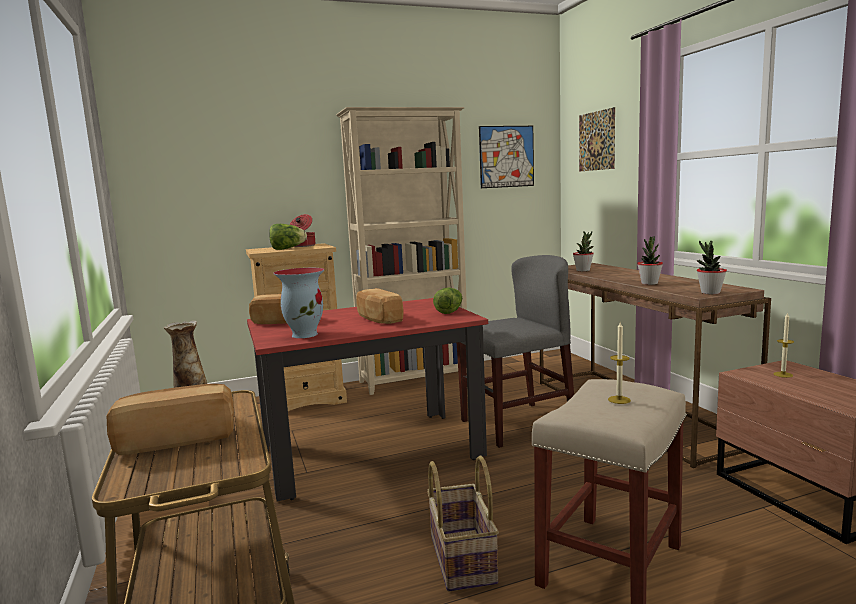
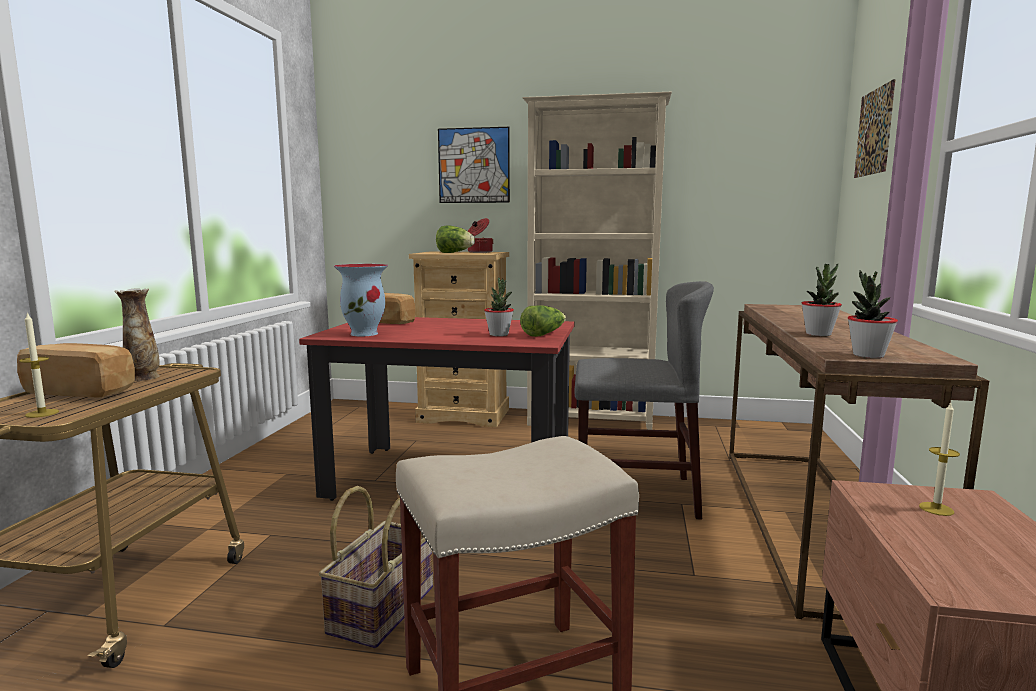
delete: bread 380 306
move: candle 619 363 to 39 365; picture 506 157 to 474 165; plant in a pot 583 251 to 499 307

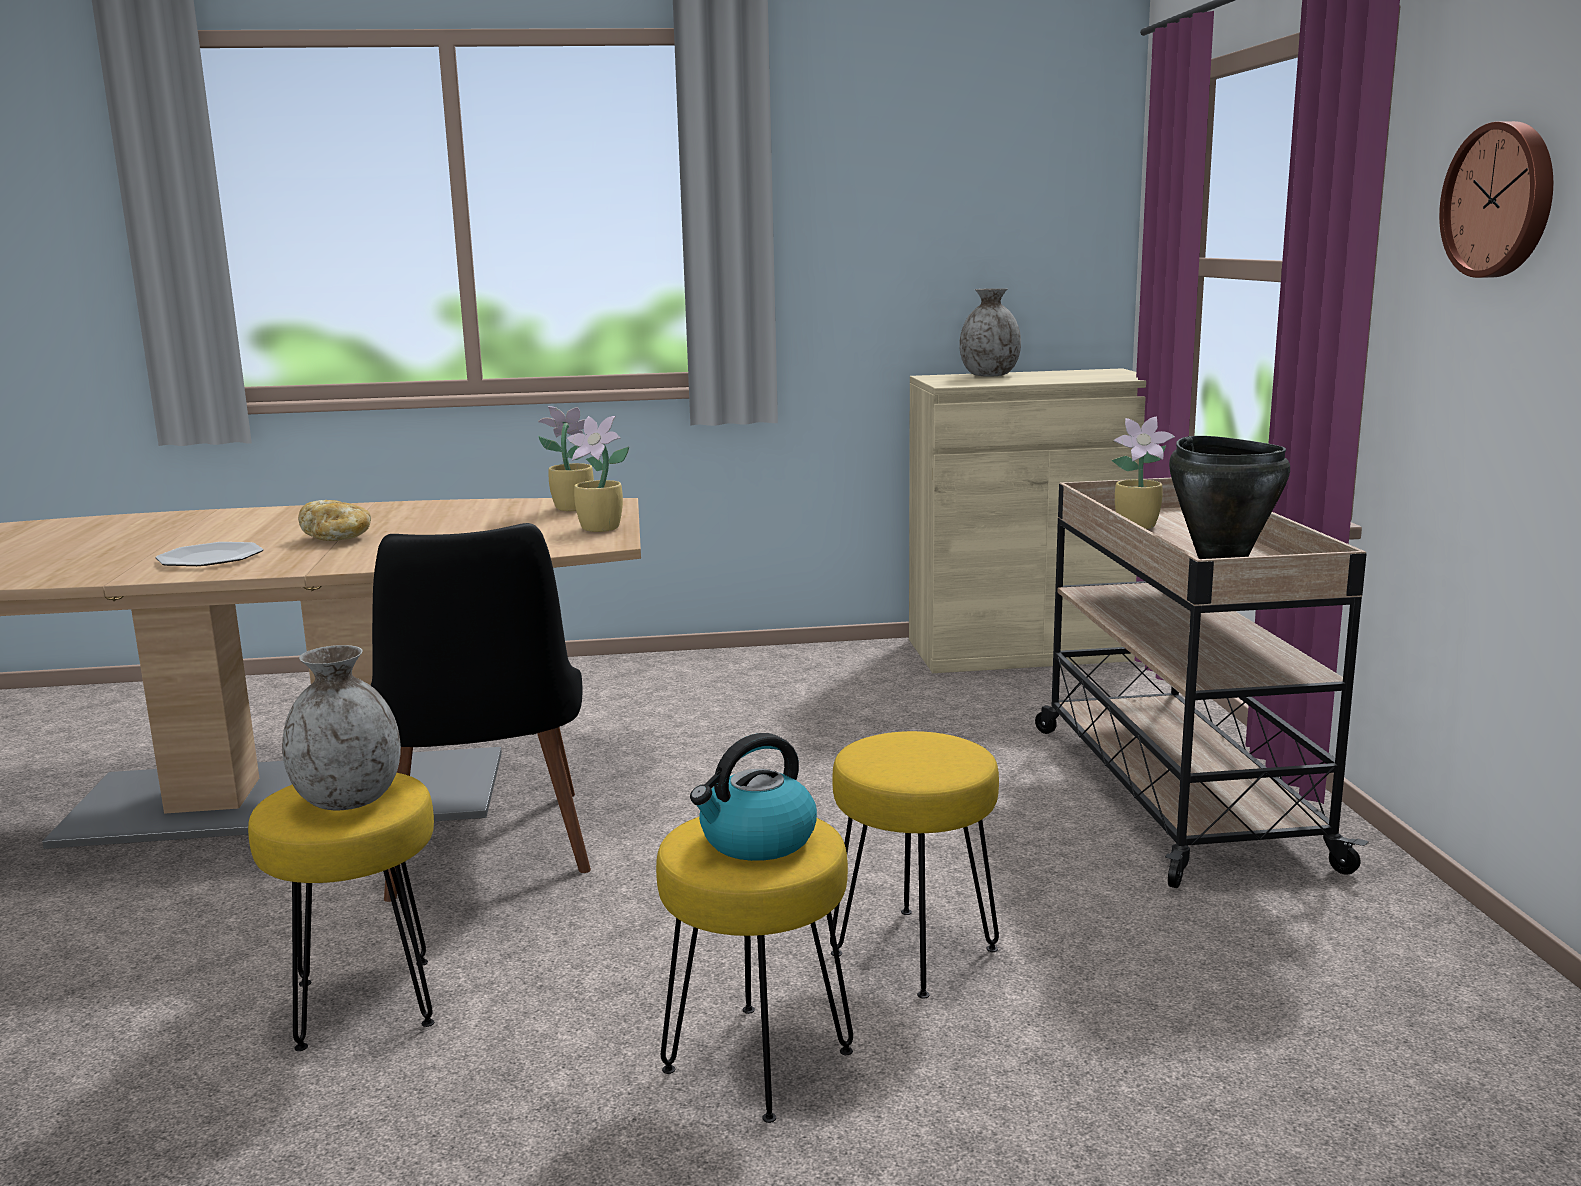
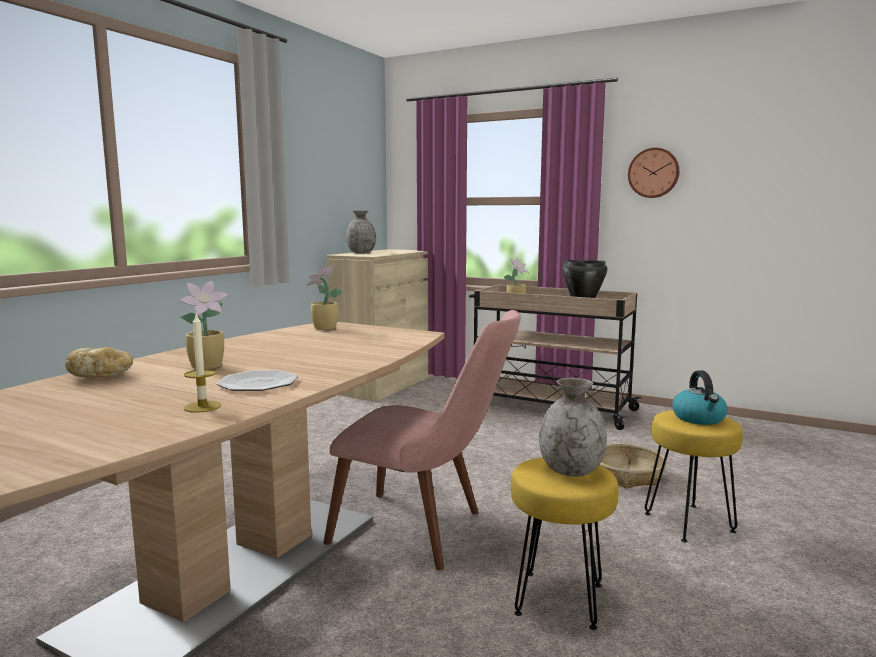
insert: candle 202 363
move: bread 334 520 to 99 362; plant in a pot 598 474 to 204 325
replace: sitting stool (yellowish) 914 865 to storage basket 633 466
recolor: upright chair (blackish) 480 712 to upright chair (pinkish) 422 440

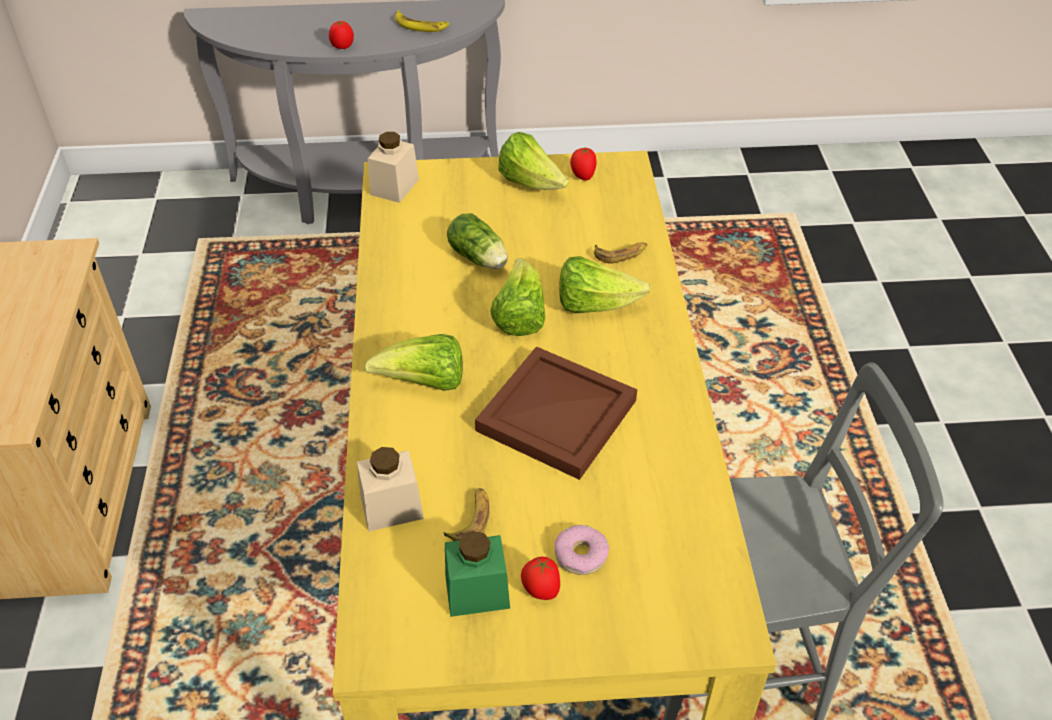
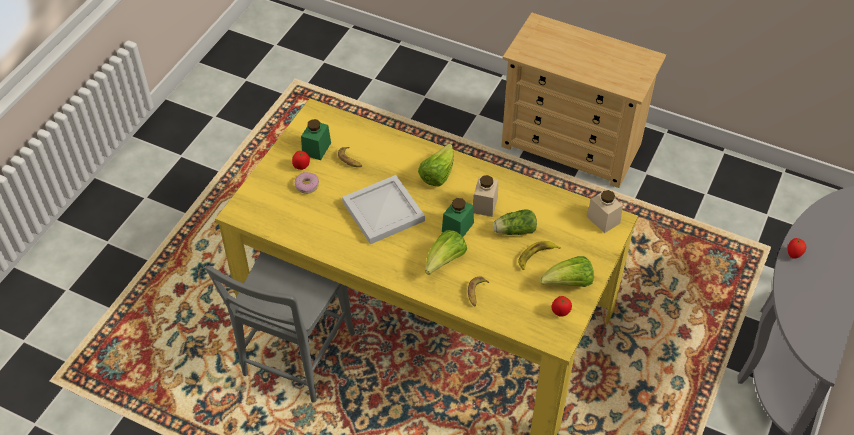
move: preserve jar (sand-coloured) 390 489 to 485 196; banana fruit 422 21 to 539 255
replace: lettuce head 518 297 to preserve jar (green-coloured) 458 217
recolor: tray (brownish) 556 413 to tray (white-coloured) 383 209

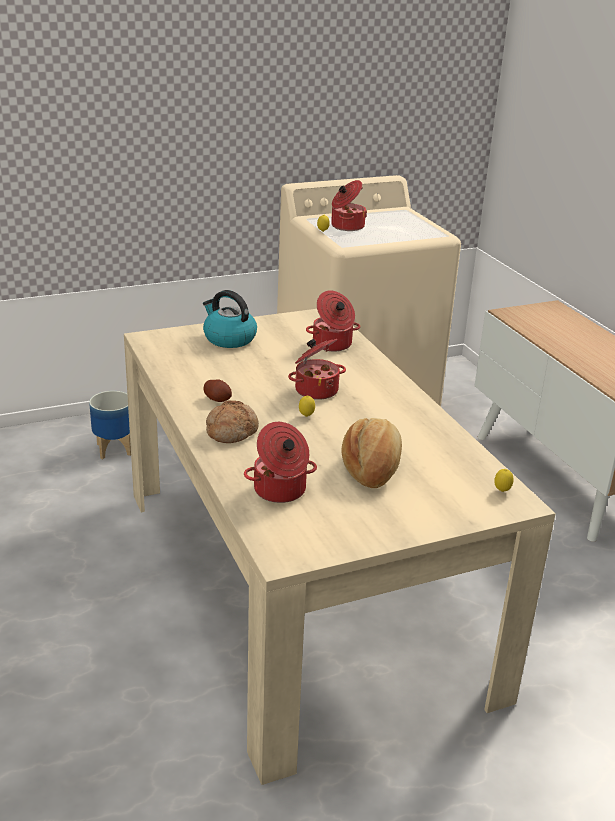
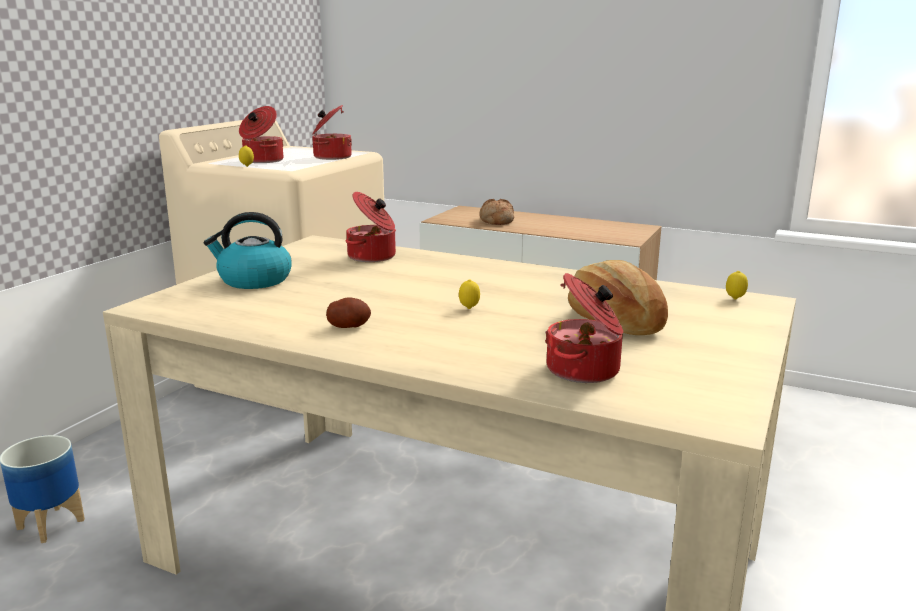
move: saucepot 317 369 to 332 132; bread 232 421 to 496 212

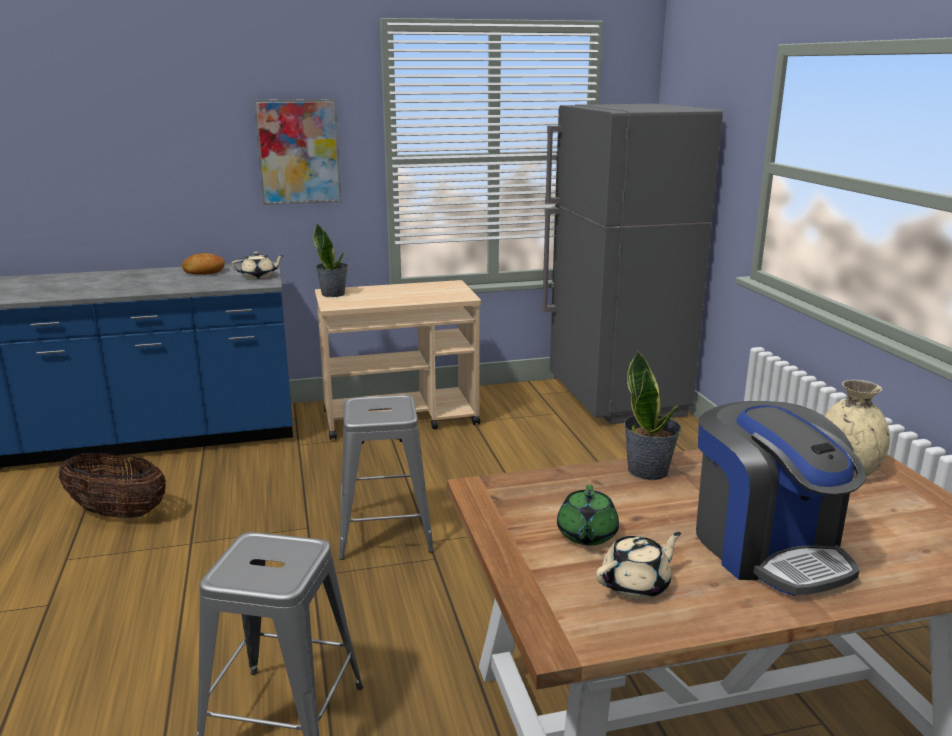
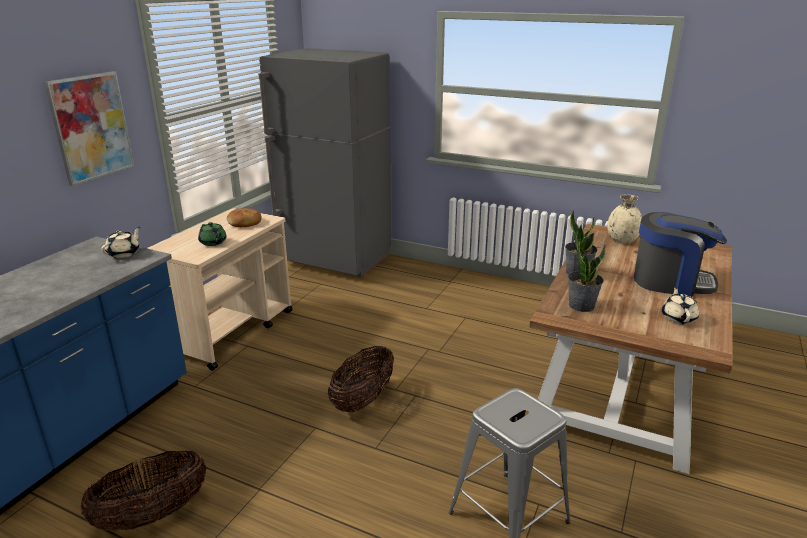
move: pot for tea (green-coloured) 588 515 to 212 234; bread 203 264 to 244 217; plant in a pot 330 260 to 587 275
replace: sitting stool (grey) 386 477 to storage basket 361 379

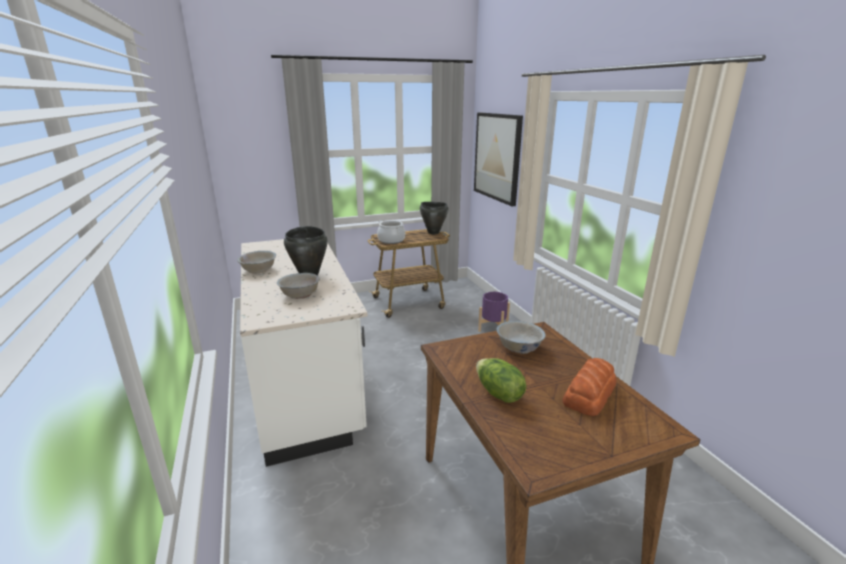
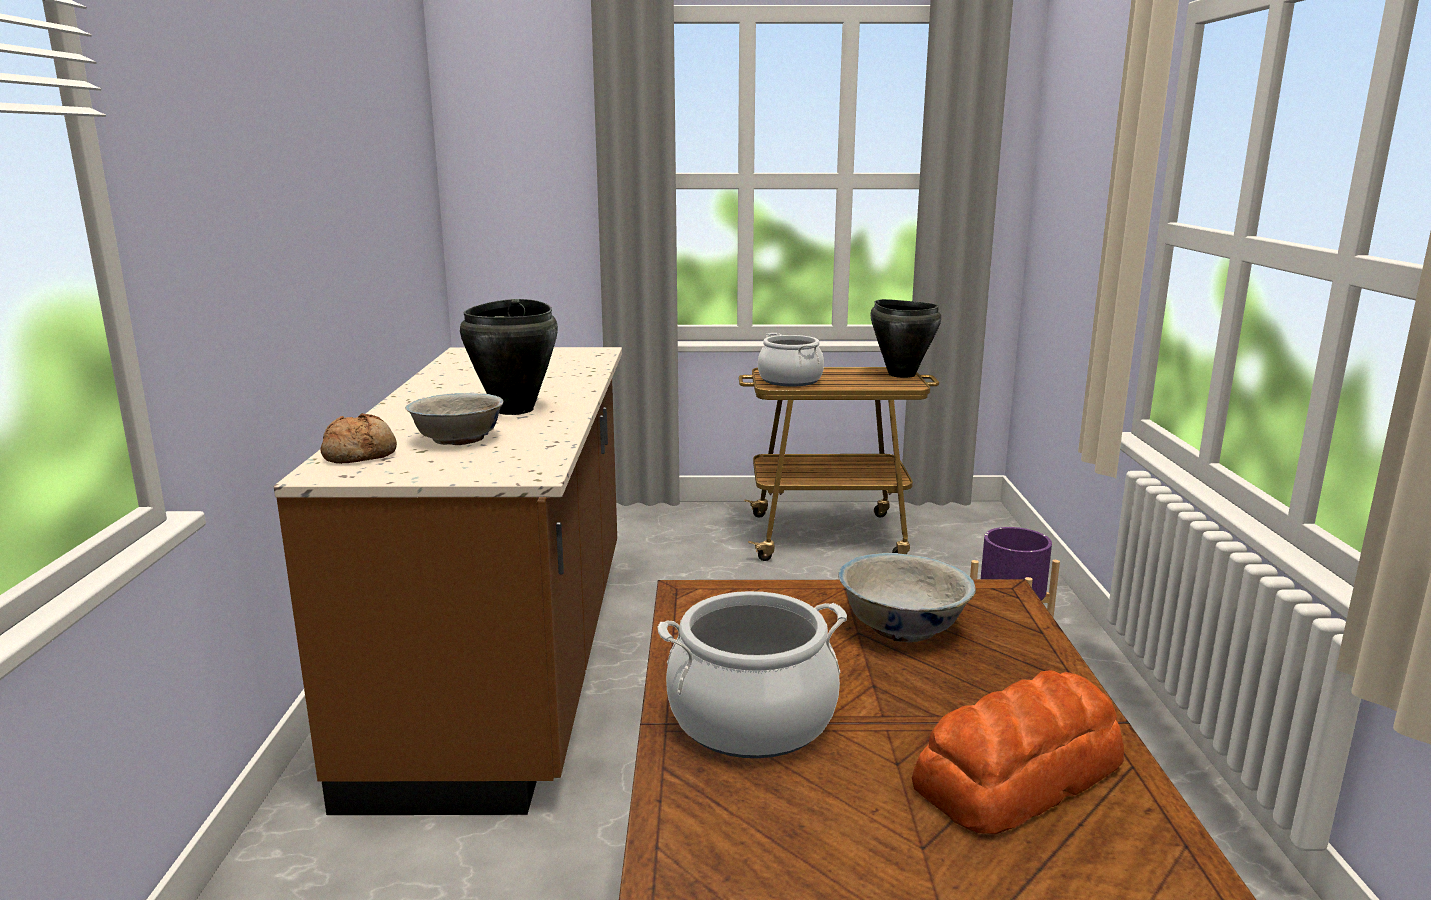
delete: serving bowl (white-coloured) 256 262; picture 498 159
insert: bread 359 438
replace: lettuce head 501 380 to saucepot 752 674
recolor: counter (white-coloured) 304 353 to counter (brownish) 448 581

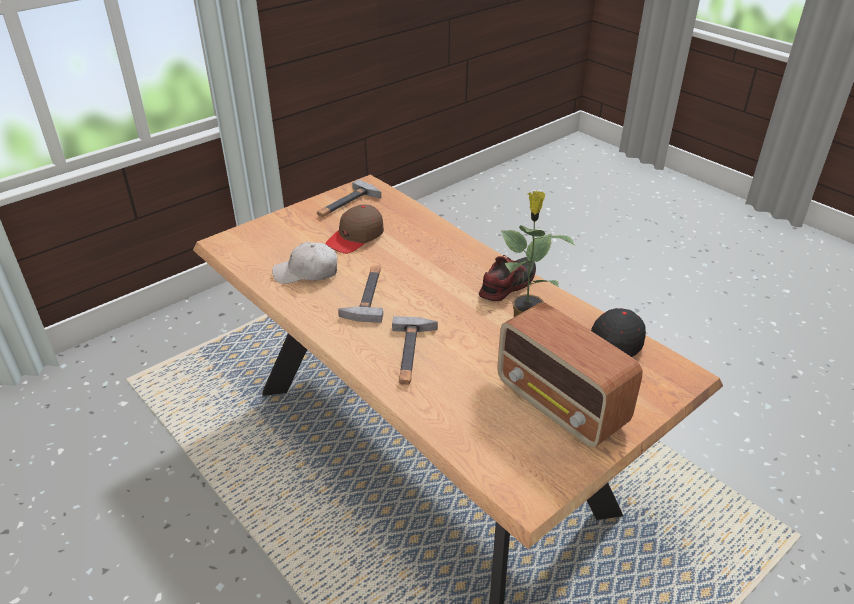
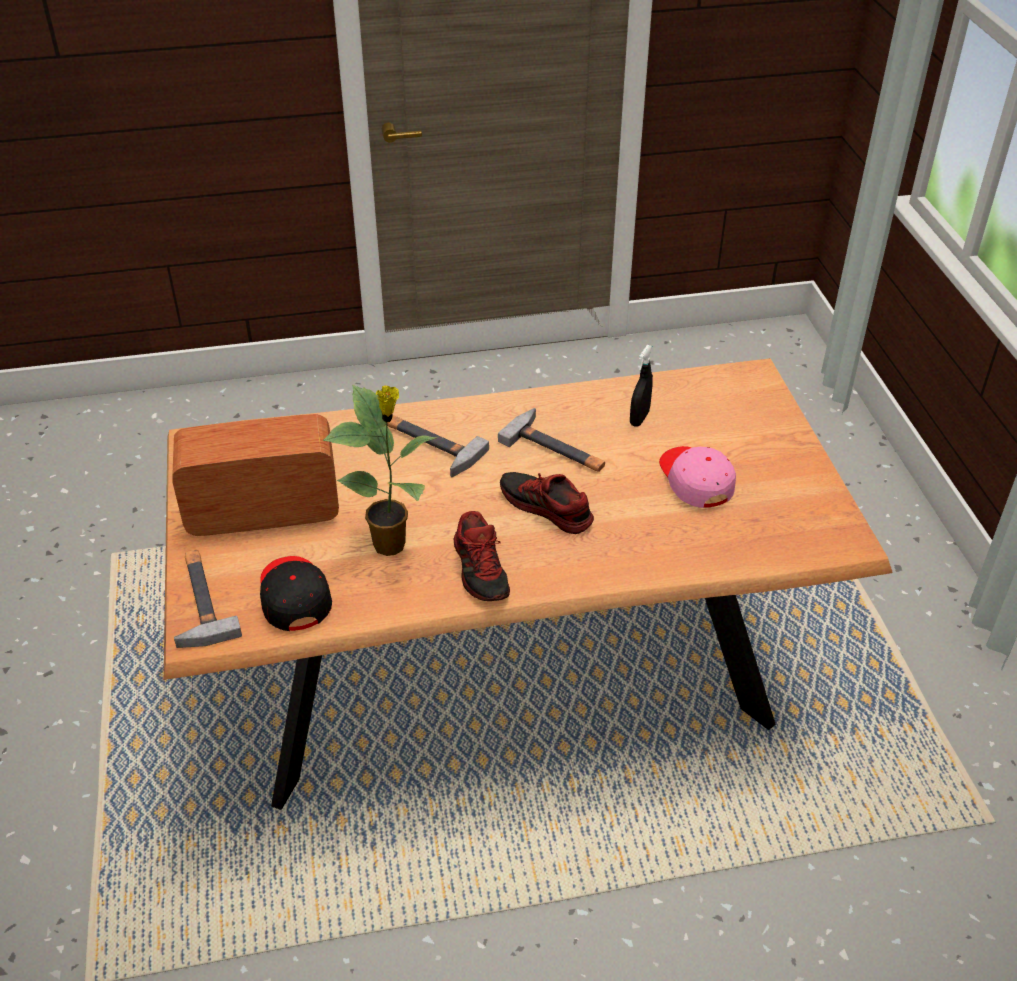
insert: shoe 547 503
move: tool hammer 349 198 to 208 599
replace: cap (white-coloured) 304 263 to sprayer (blackish) 641 386
recolor: cap (brownish) 355 229 to cap (pinkish) 697 477

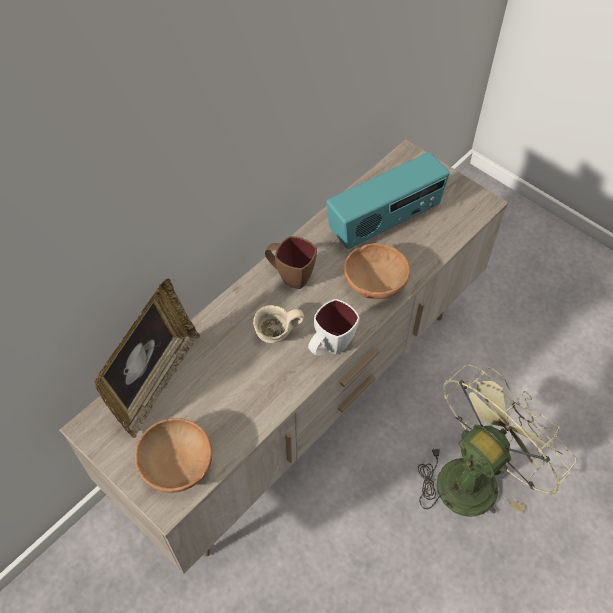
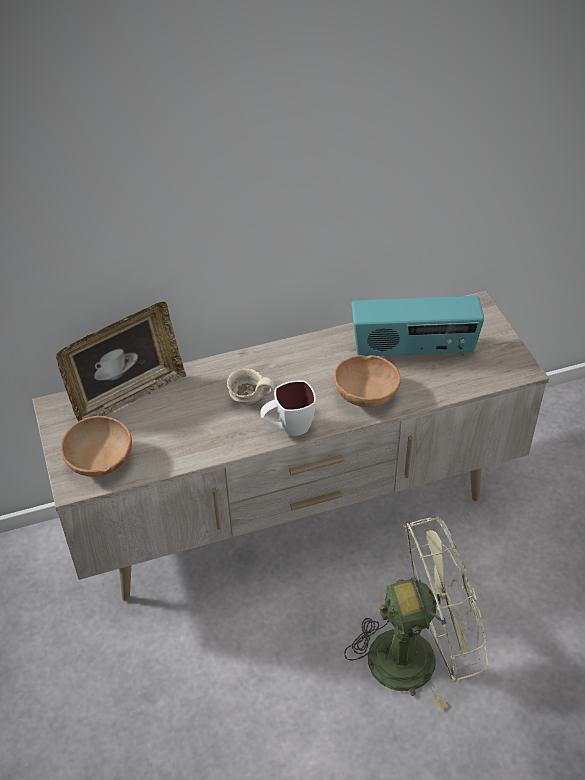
delete: mug (brownish) 291 262

